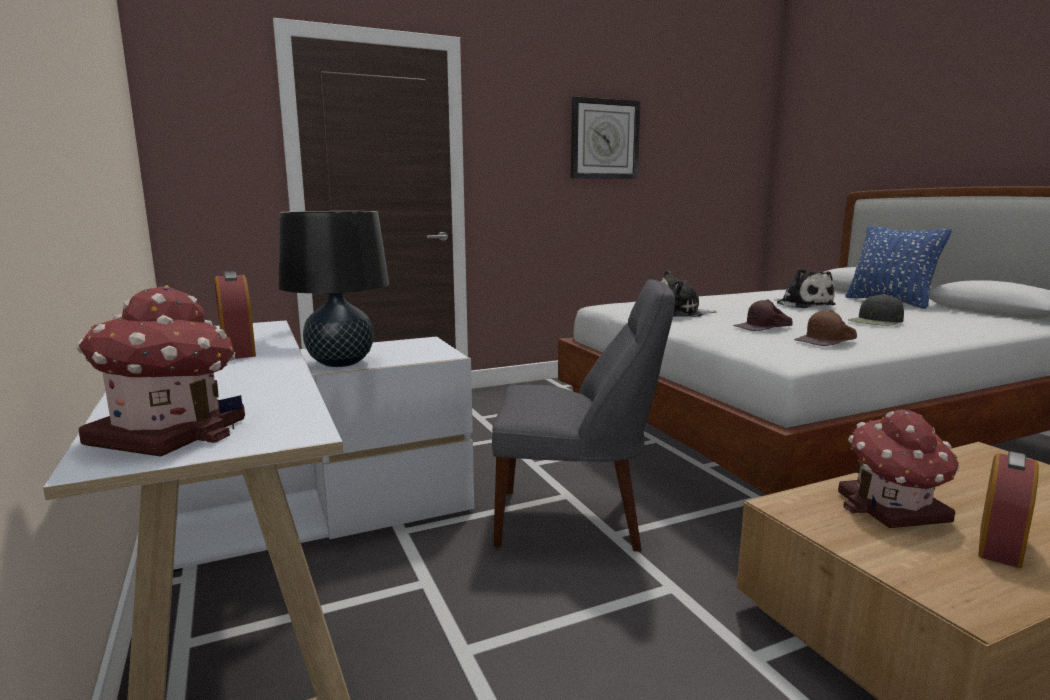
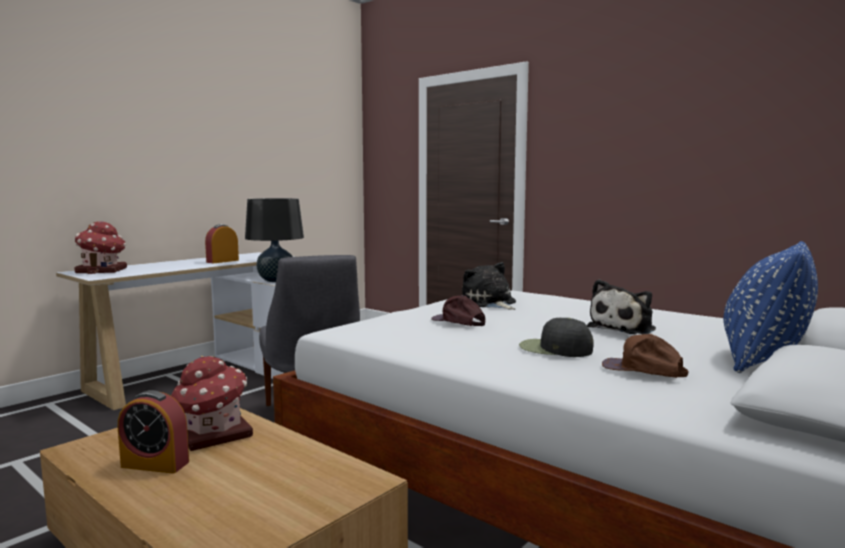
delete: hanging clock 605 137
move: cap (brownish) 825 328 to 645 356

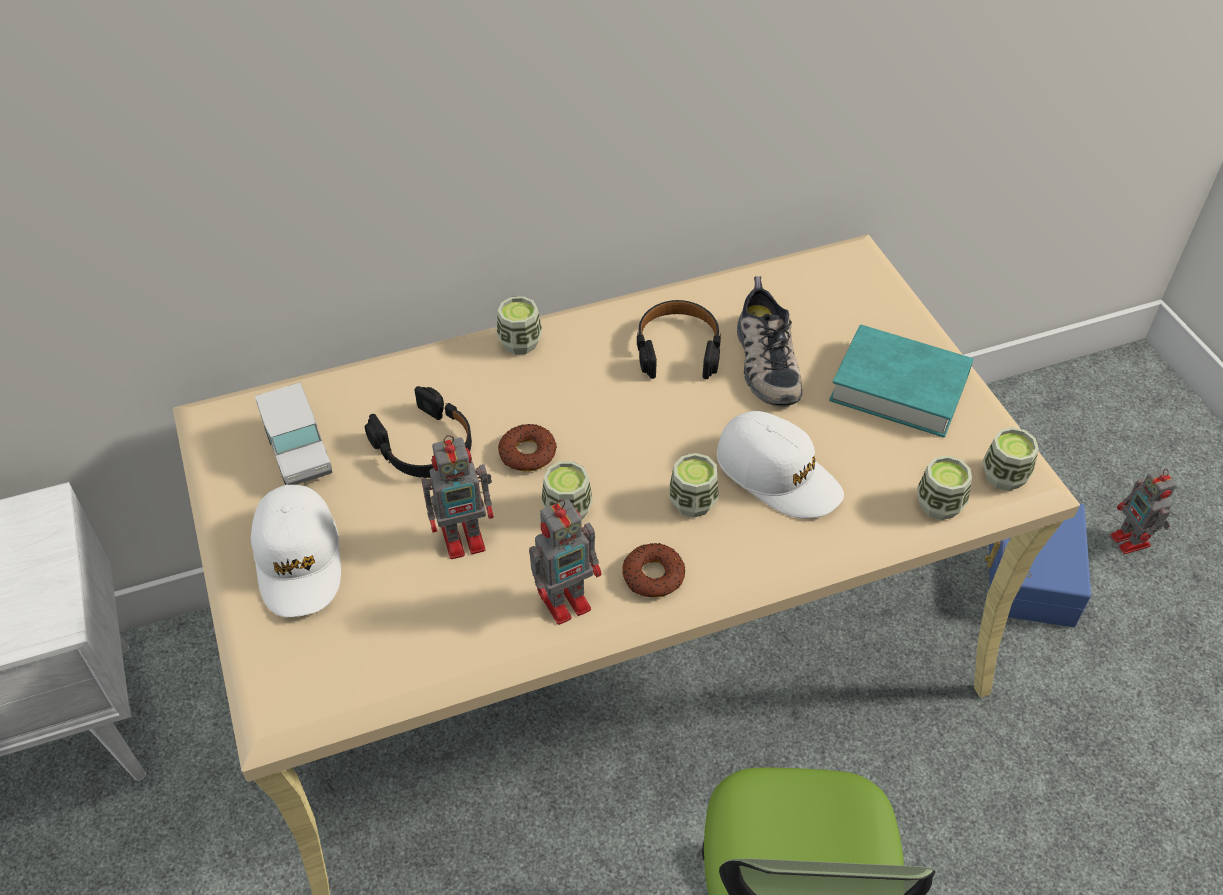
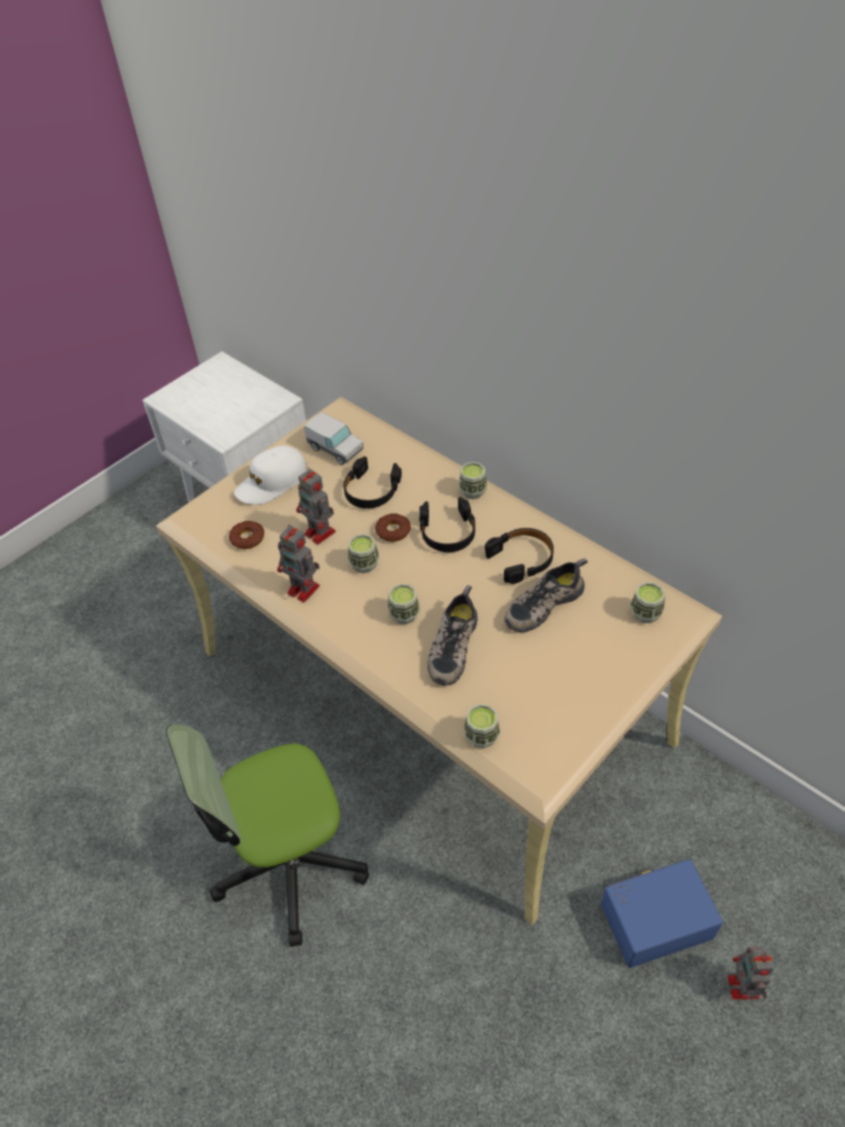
delete: book (turquoise) 901 381
insert: pair of headphones (blackish) 447 524
move: donut 653 570 to 246 535; cup 1010 459 to 647 602
replace: cap (white-coloured) 780 464 to shoe 452 635
rotate: model truck 293 433 = 333 438 90 degrees counterclockwise; robot figure 1143 511 = 750 973 45 degrees counterclockwise

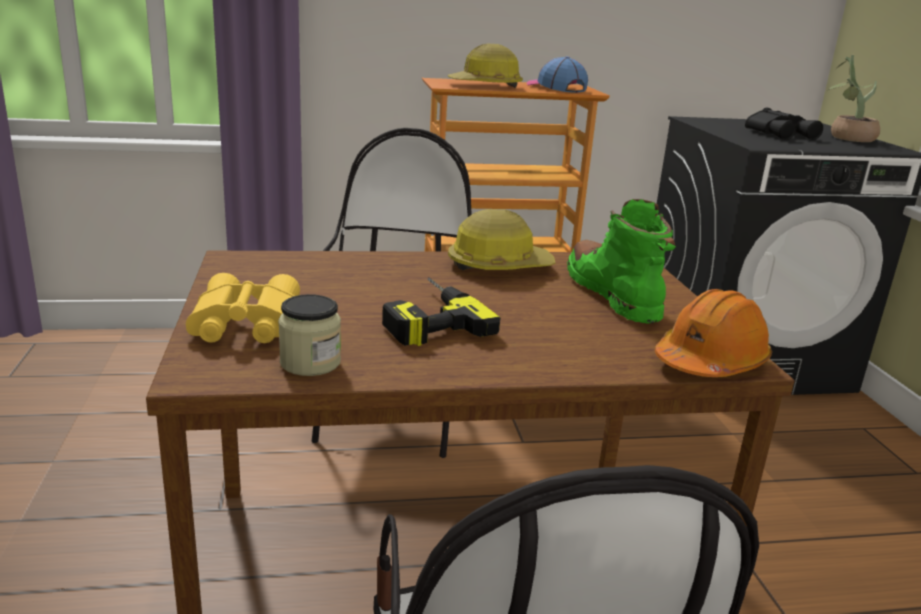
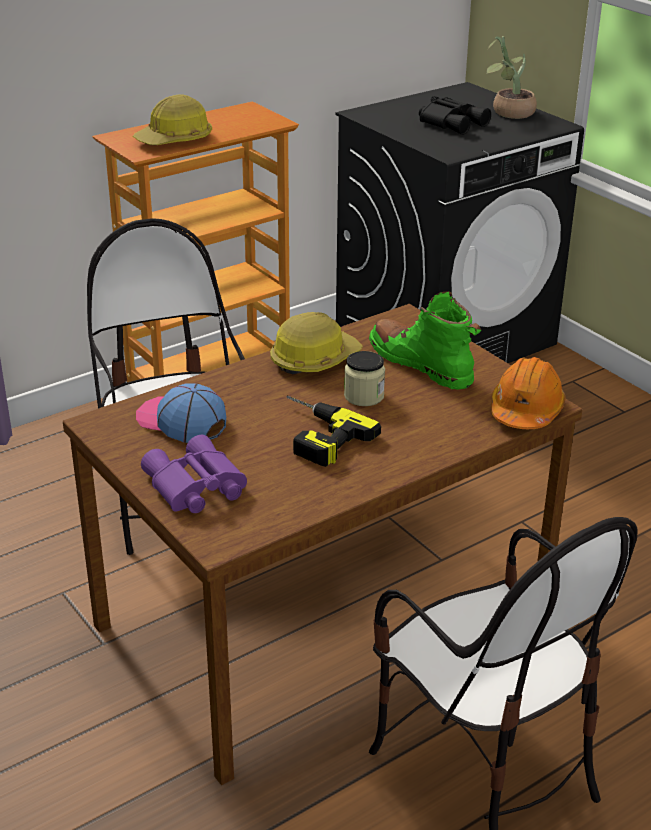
move: cap 557 74 to 181 413; preserve jar 309 335 to 364 378
recolor: binoculars (yellowish) 243 308 to binoculars (purple-coloured) 194 474

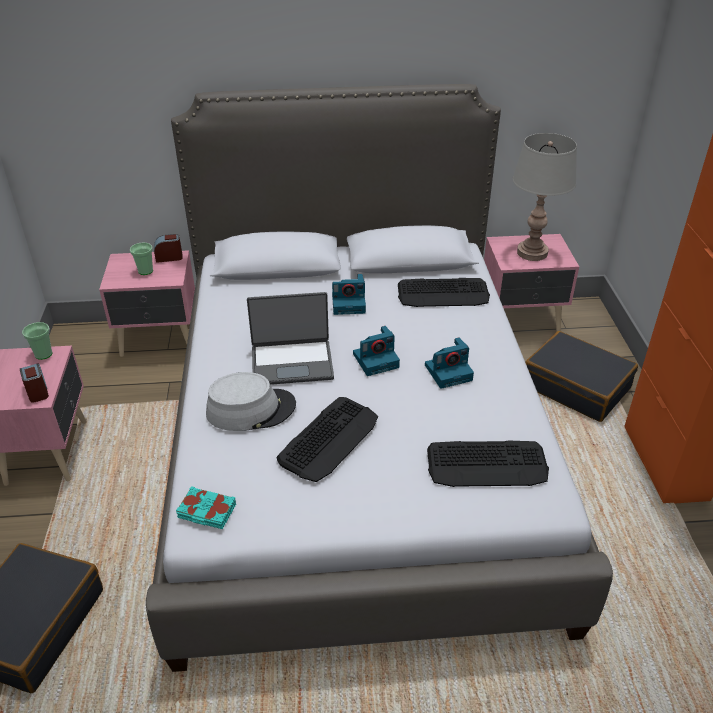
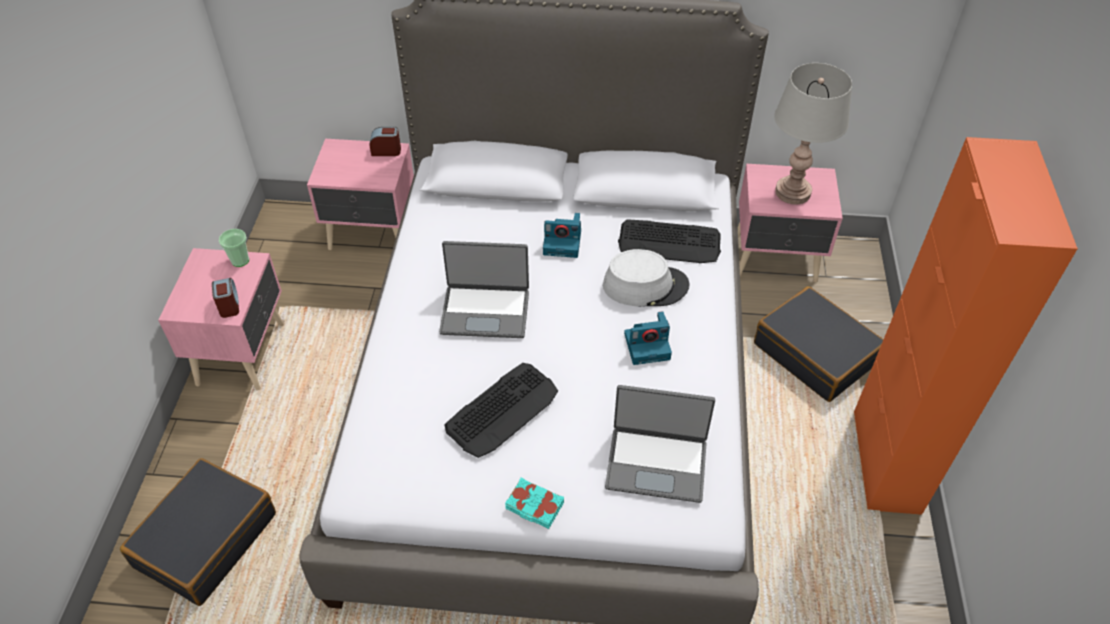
delete: cup 141 258; photo camera 376 351
move: book (turquoise) 206 507 to 534 503; wearable hat (grey) 251 401 to 646 278
replace: keyboard 488 464 to laptop 660 444

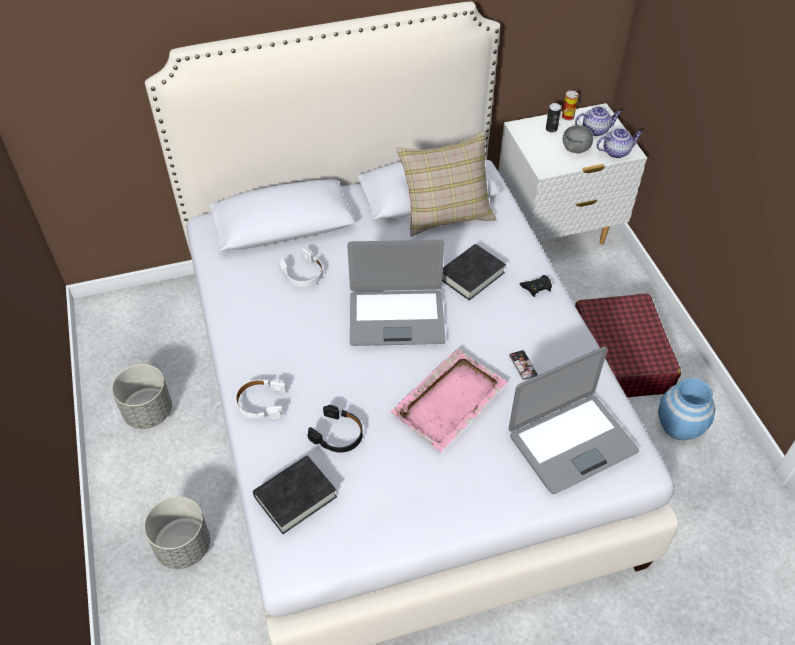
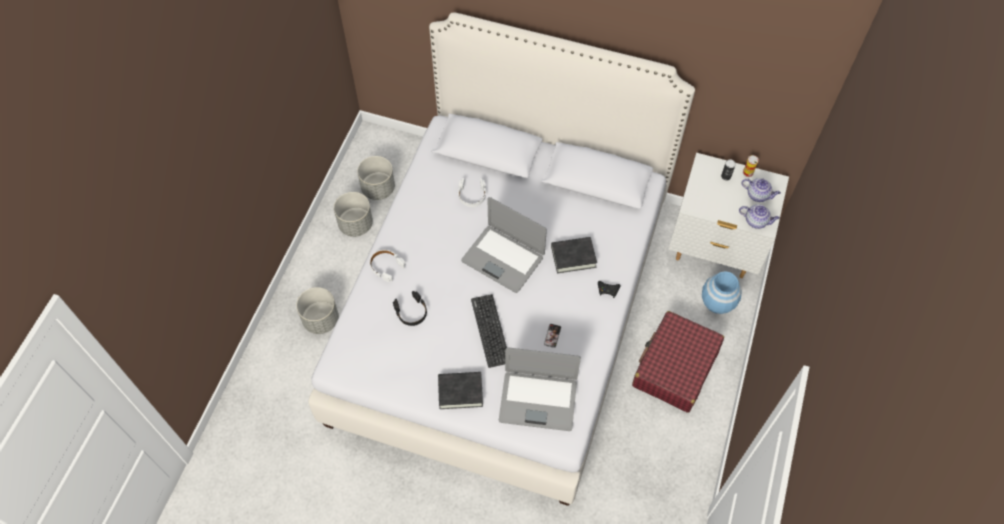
delete: throw pillow (sand-coloured) 446 184; serving bowl (grey) 578 139
insert: planter (grey) 376 178
move: book (blackish) 295 495 to 460 390; flower vase (bluish) 686 409 to 722 292
replace: tray (pinkish) 449 400 to keyboard 489 331

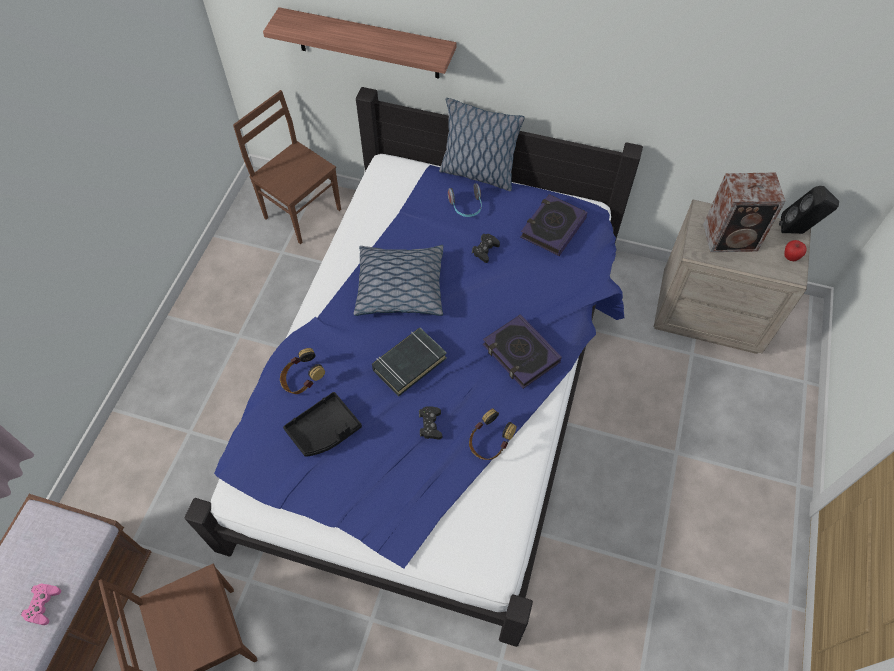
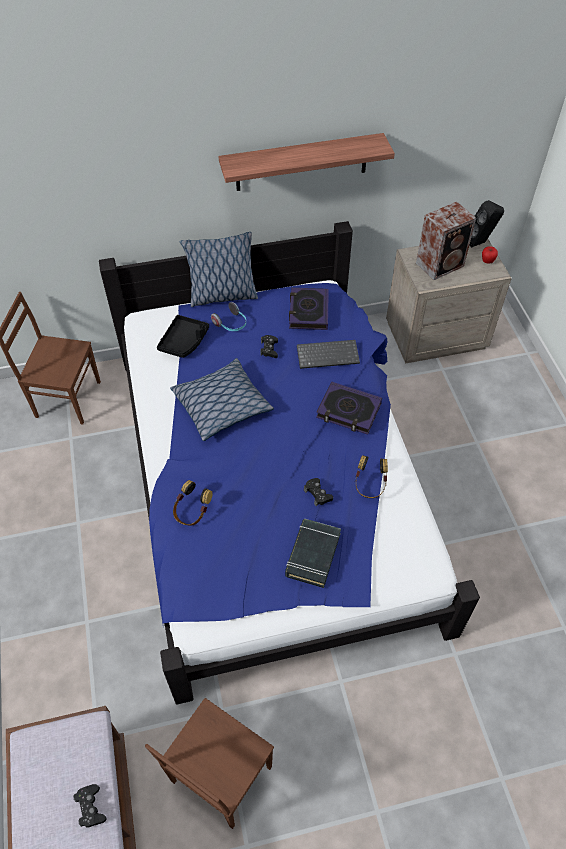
insert: keyboard 328 354
move: tray (blackish) 322 424 to 183 336; bracket shelf 359 43 to 306 162; book (blackish) 409 362 to 313 553
recolor: joypad (pinkish) 41 604 to joypad (blackish) 90 805

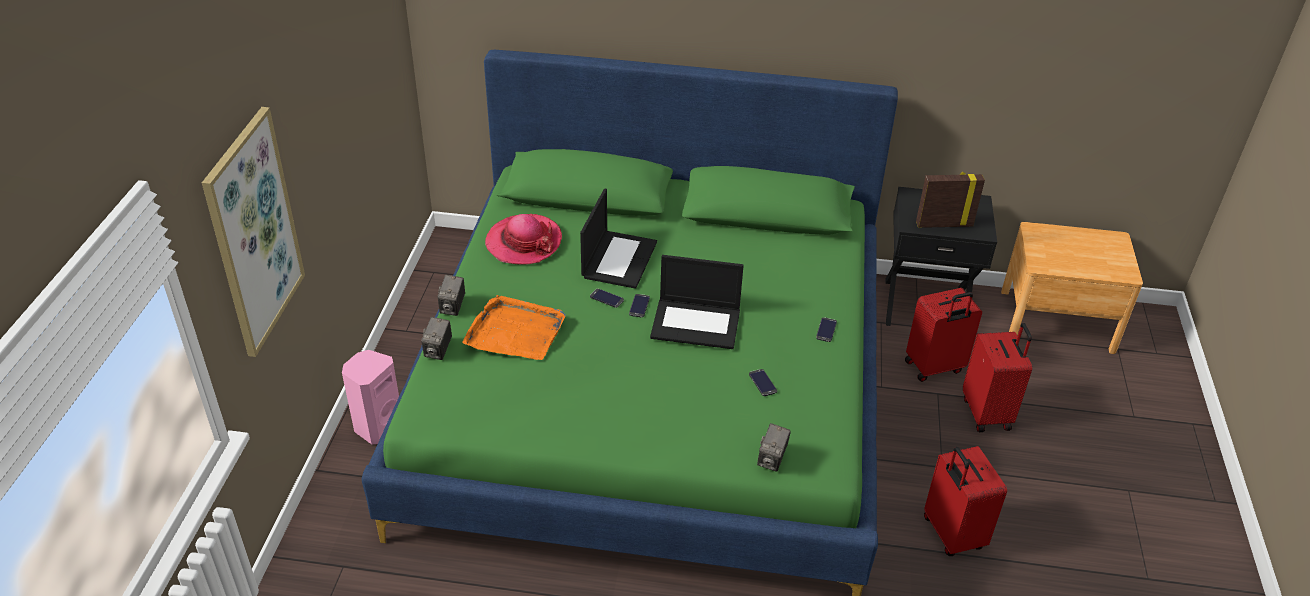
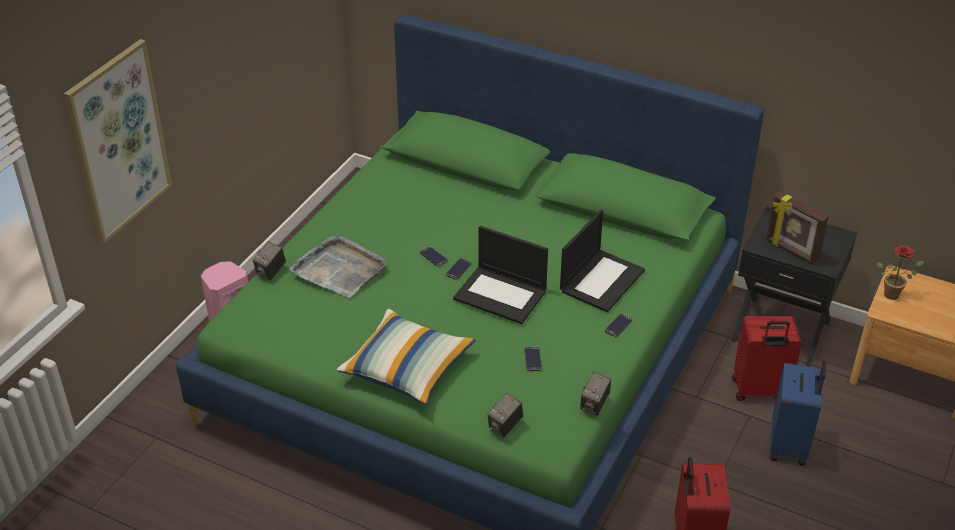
delete: wearable hat 523 239
insert: throw pillow 406 357; plant in a pot 900 272
move: laptop 618 239 to 602 261; photo camera 451 295 to 595 394
recolor: tray (orangey) 514 327 to tray (grey) 338 266; piece of luggage (red) 997 377 to piece of luggage (bluish) 798 413
rotate: photo frame 950 200 = 797 228 150 degrees counterclockwise

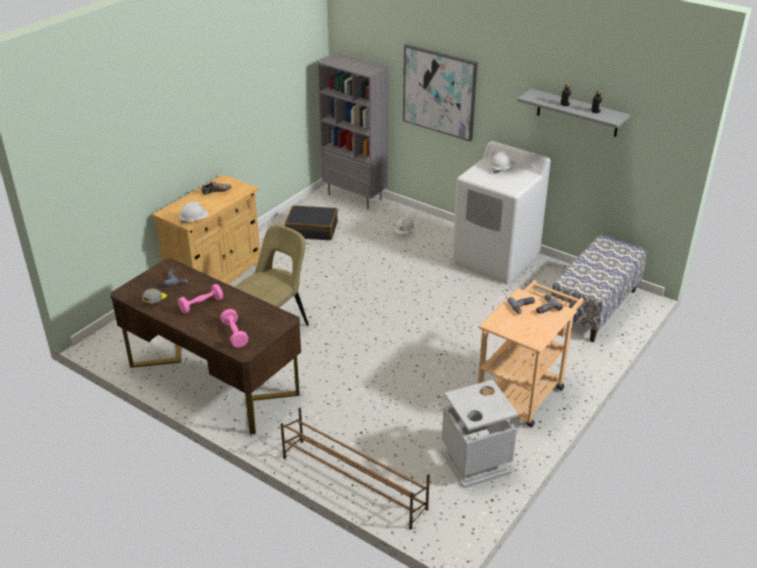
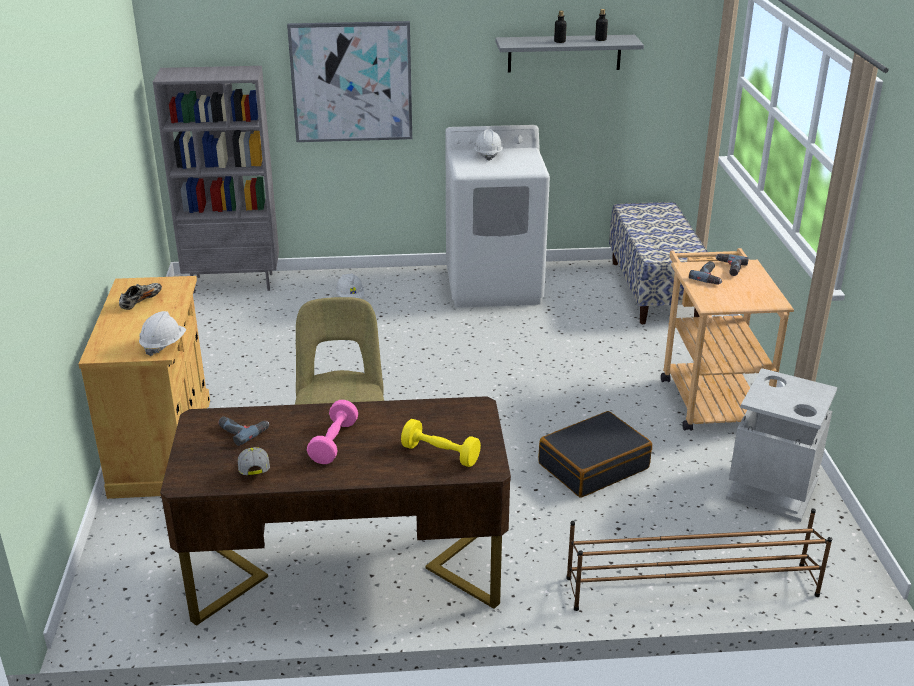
move: piece of luggage (blackish) 311 222 to 595 454
recolor: free weight (pinkish) 234 328 to free weight (yellowish) 441 443

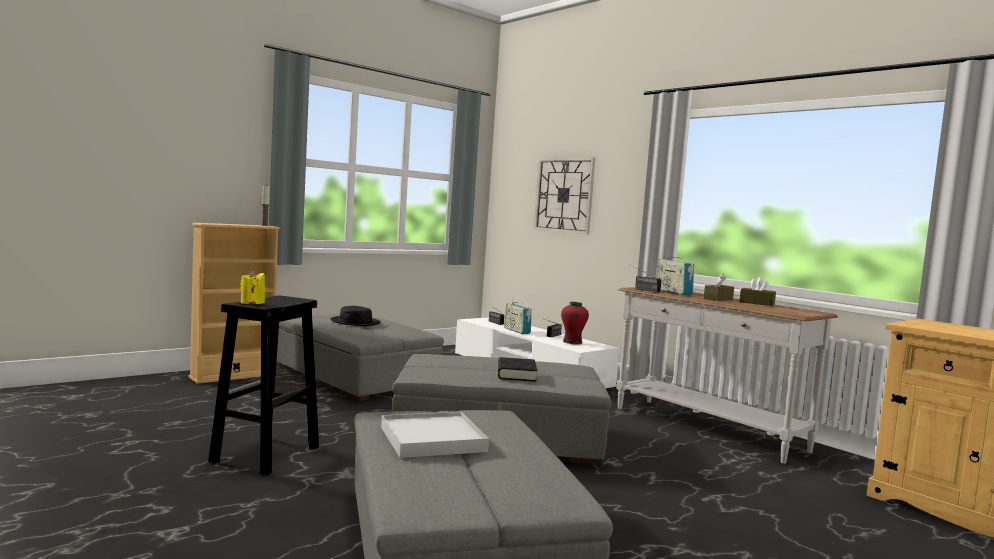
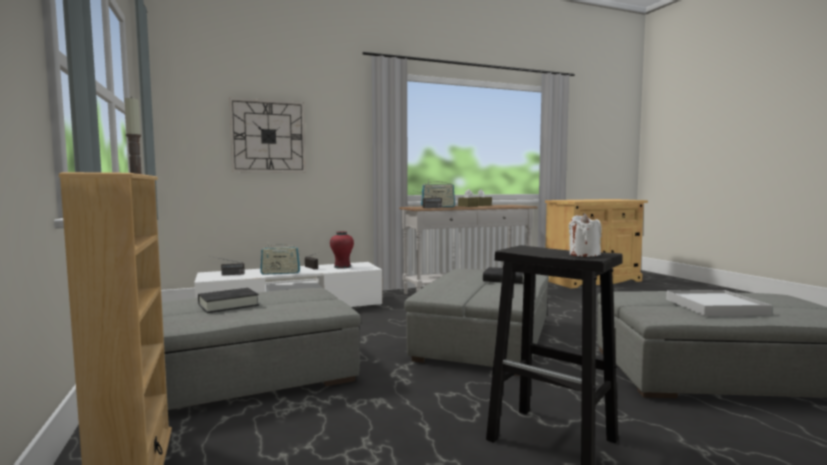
replace: wearable hat (blackish) 355 316 to book (blackish) 228 300
recolor: candle (yellowish) 252 287 to candle (white-coloured) 585 235

